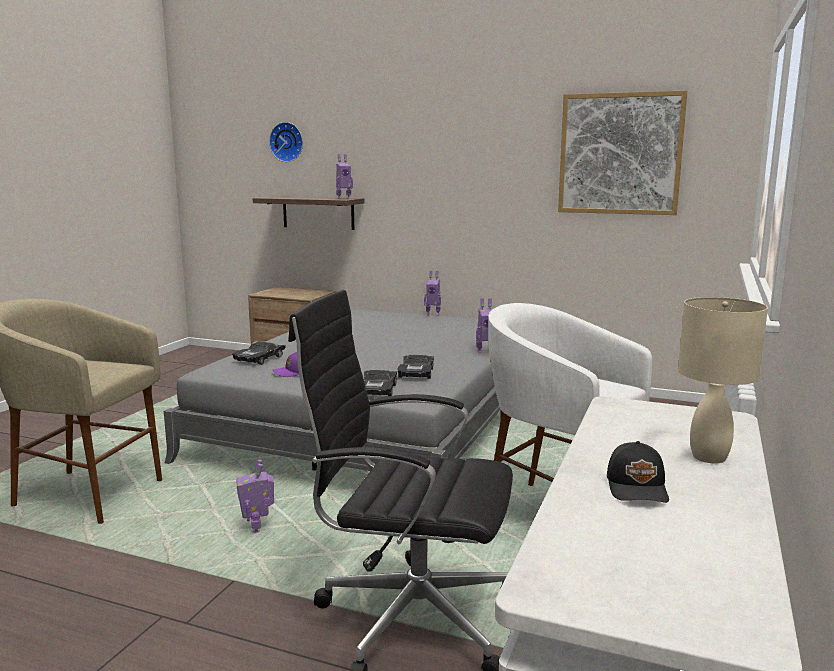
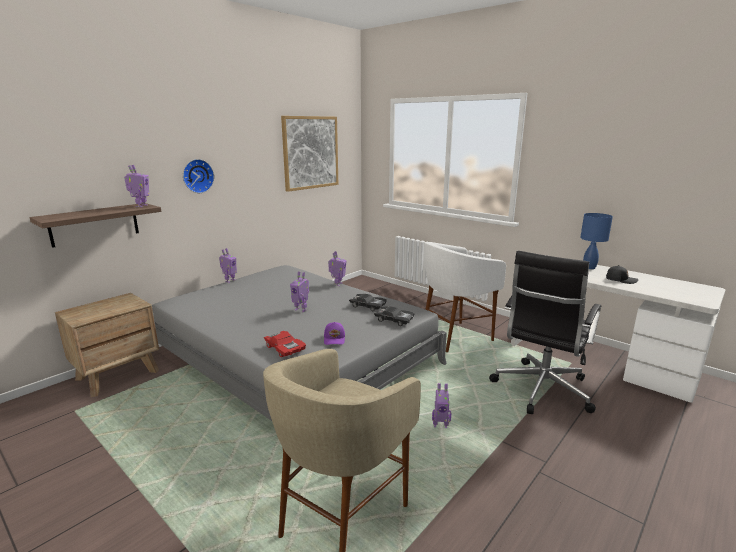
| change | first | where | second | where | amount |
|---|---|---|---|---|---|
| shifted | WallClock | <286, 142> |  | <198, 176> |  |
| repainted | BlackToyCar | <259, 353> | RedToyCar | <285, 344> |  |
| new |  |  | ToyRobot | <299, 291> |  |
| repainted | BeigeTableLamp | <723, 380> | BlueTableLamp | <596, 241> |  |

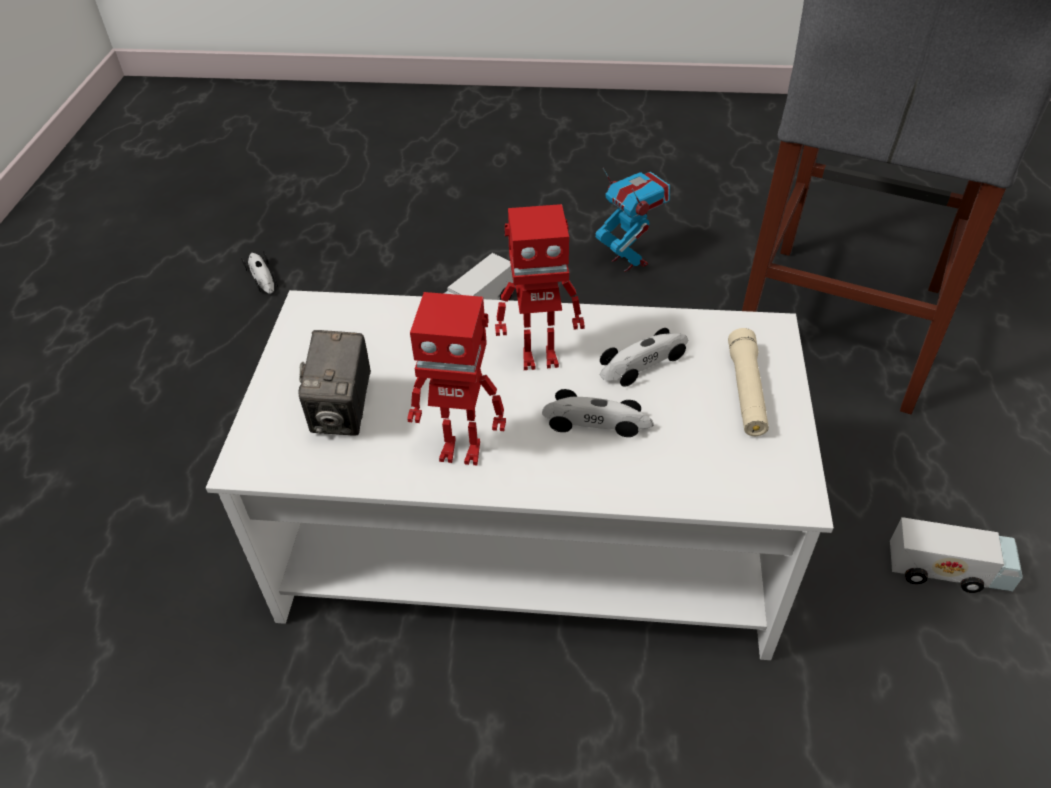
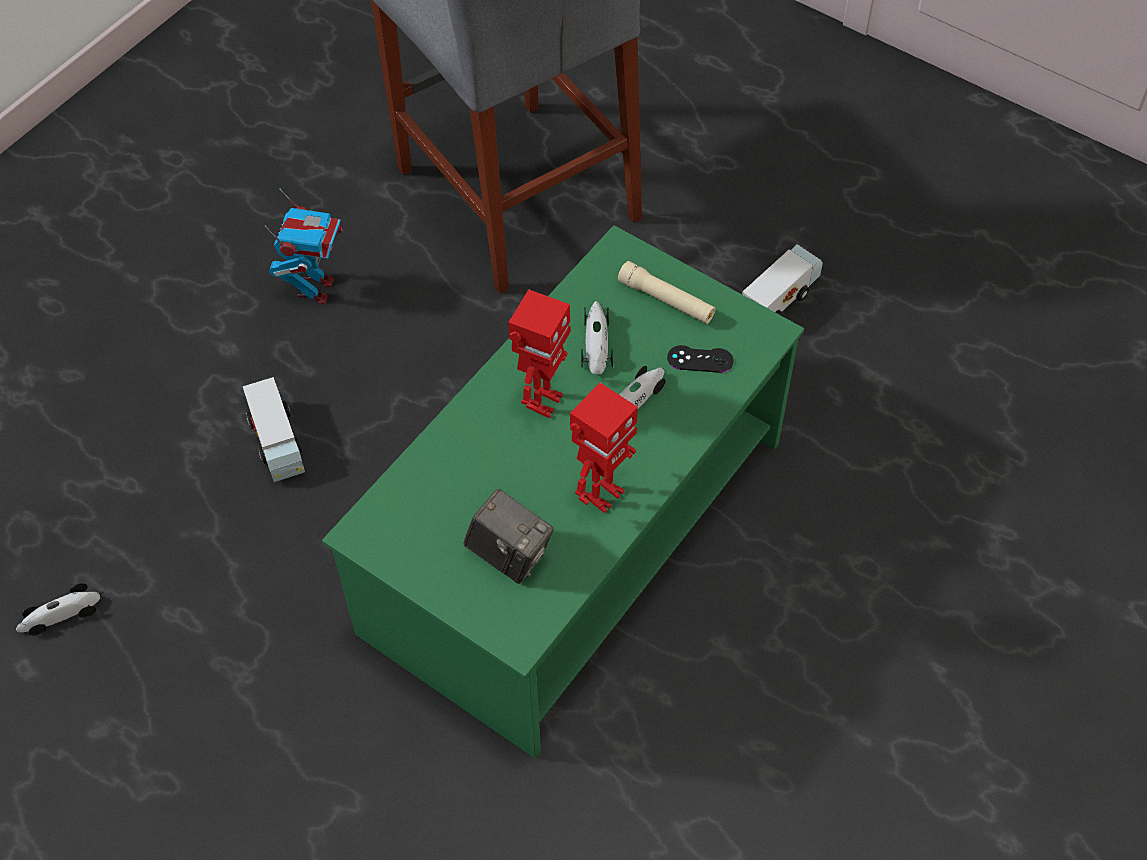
| change | first | where | second | where | amount |
|---|---|---|---|---|---|
| rotated | ToyCar | <259, 272> |  | <58, 609> | 150 degrees clockwise |
| rotated | ToyRobot | <632, 220> |  | <304, 246> | 105 degrees clockwise |
| repainted | WhiteCoffeeTable | <520, 475> | GreenCoffeeTable | <563, 491> |  |
| new |  |  | BlackGameController | <700, 359> |  |

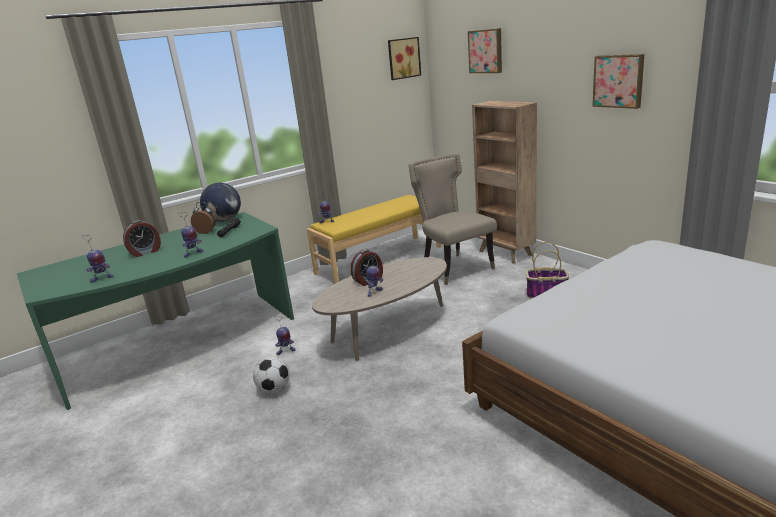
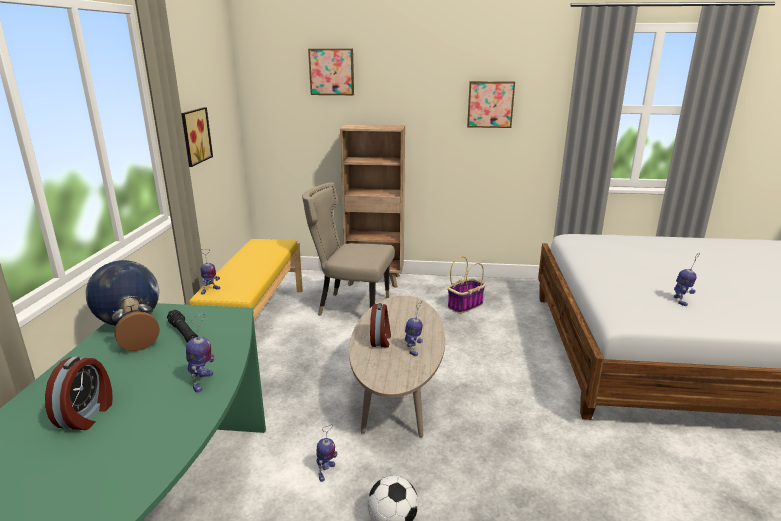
| change | first | where | second | where | amount |
|---|---|---|---|---|---|
| shifted | Picture | <404, 58> |  | <197, 137> |  |
| shifted | ToyRobot | <98, 259> |  | <687, 279> |  |

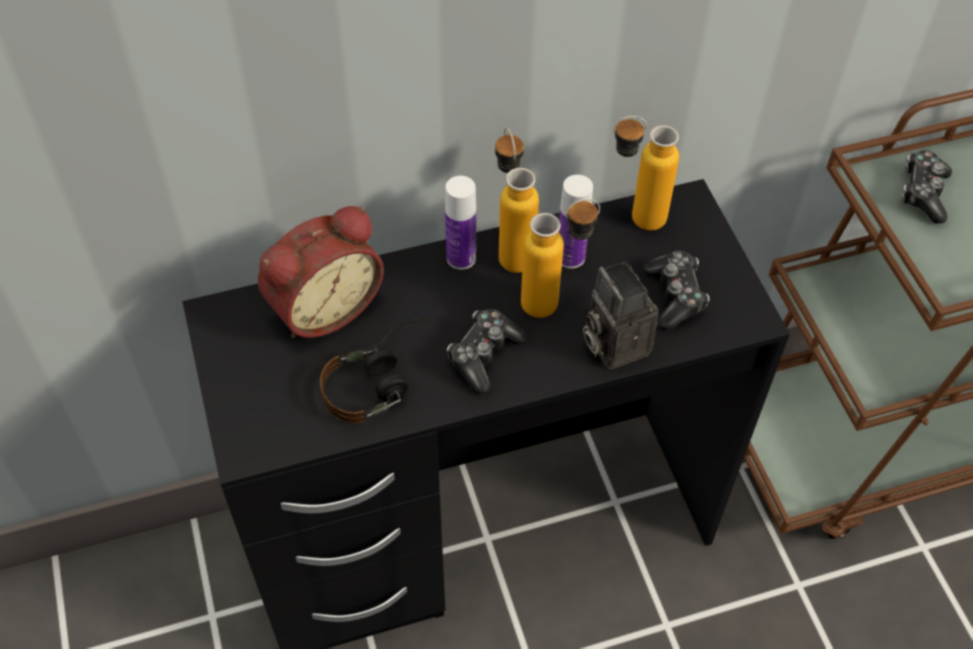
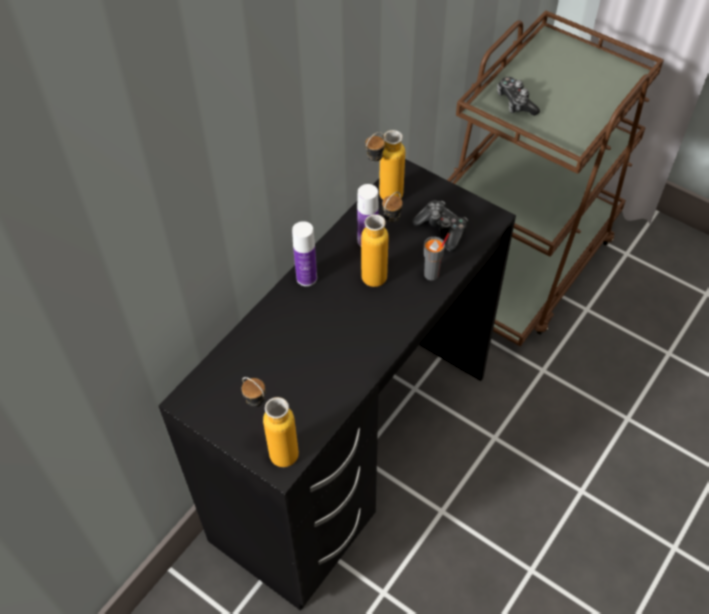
| change | first | where | second | where | amount |
|---|---|---|---|---|---|
| shifted | Bottle | <517, 200> |  | <270, 422> |  |
| swapped | PhotoCamera | <621, 315> | GreyCup | <436, 256> |  |
| gone | AlarmClock | <321, 272> |  |  |  |
| gone | Headphones | <375, 371> |  |  |  |
| gone | GameController | <487, 351> |  |  |  |

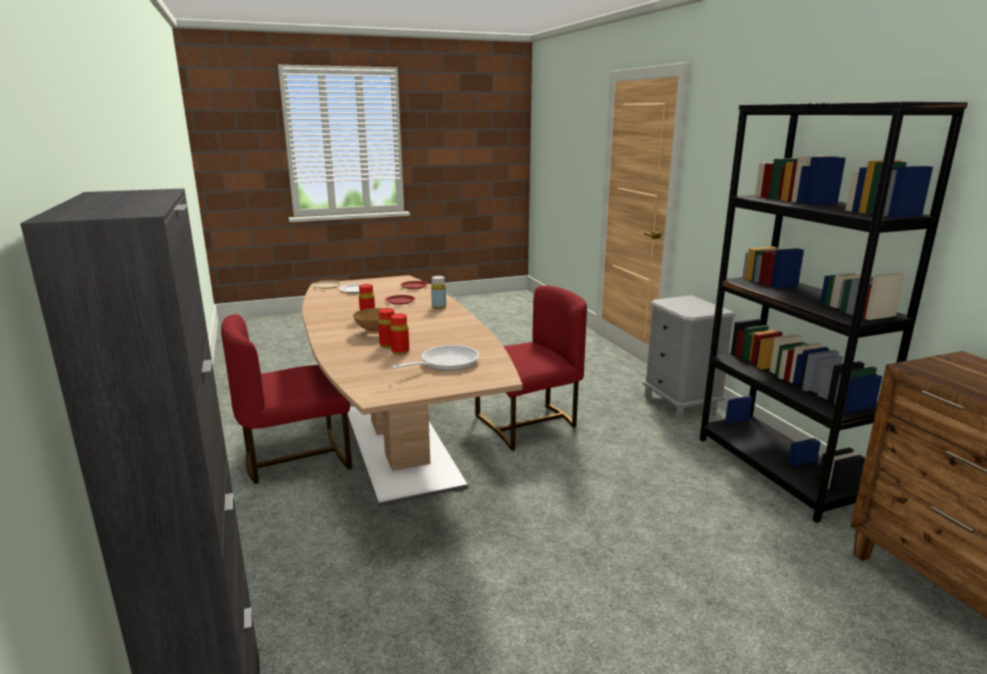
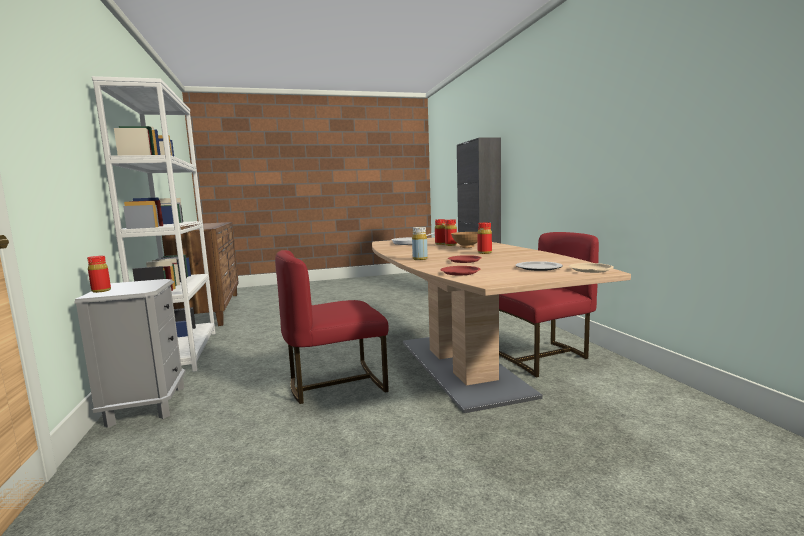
| change | first | where | second | where | amount |
|---|---|---|---|---|---|
| new |  |  | RedBottle | <99, 274> |  |
| repainted | BlackBookcase | <834, 312> | WhiteBookcase | <154, 224> |  |

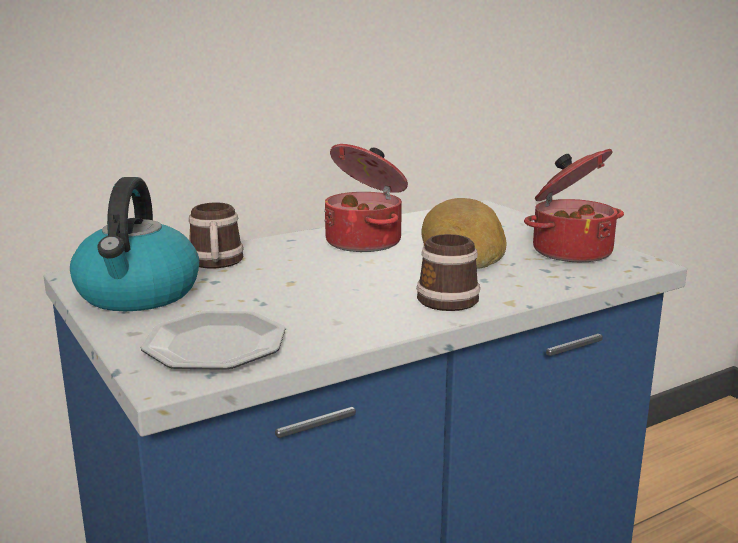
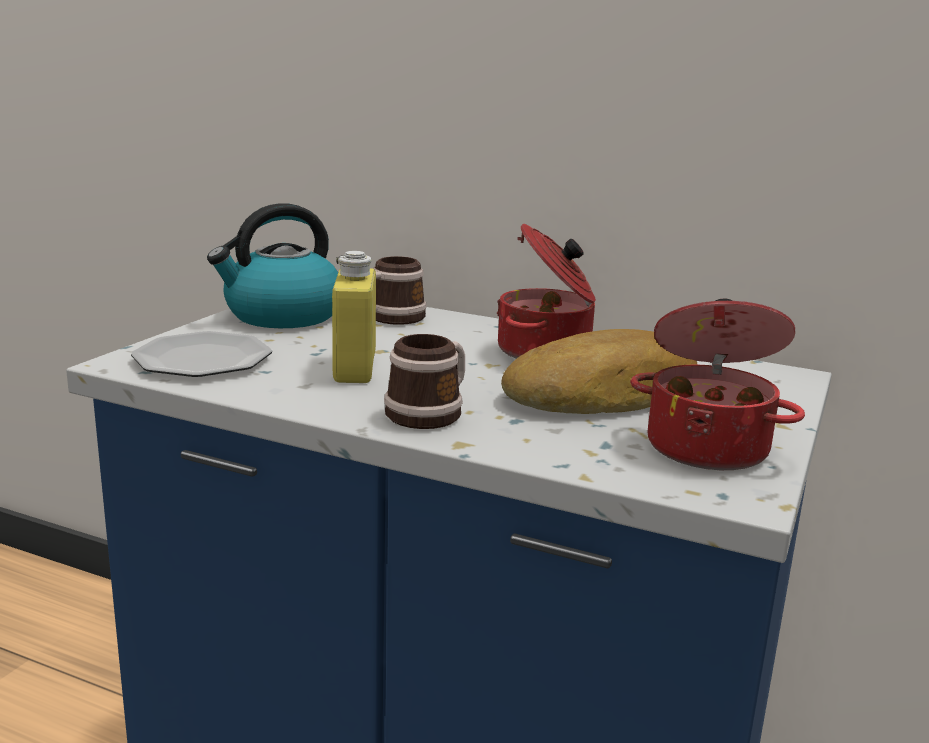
| change | first | where | second | where | amount |
|---|---|---|---|---|---|
| new |  |  | YellowBottle | <354, 317> |  |

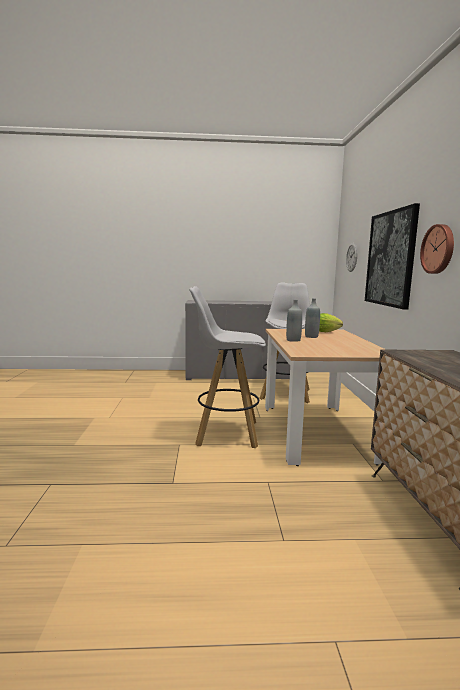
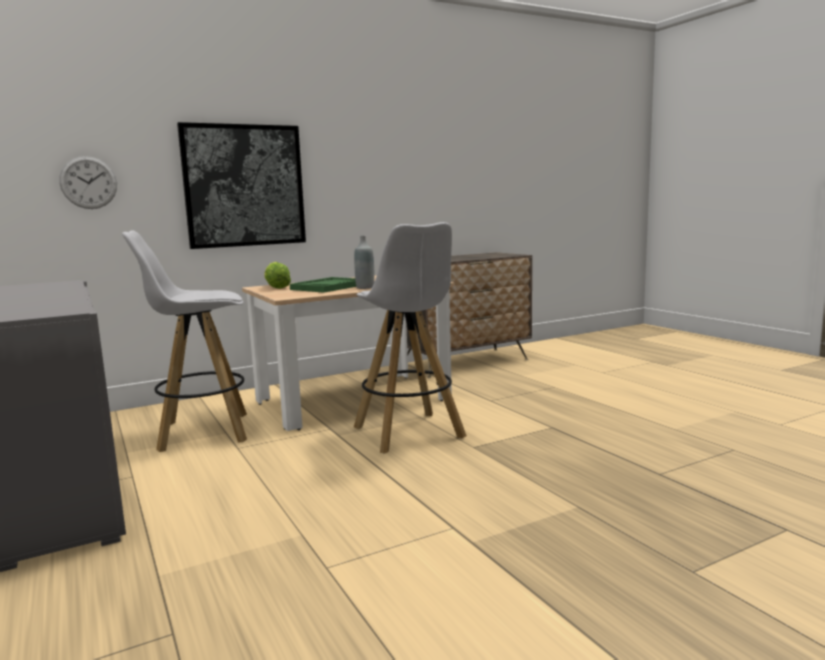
| change | first | where | second | where | amount |
|---|---|---|---|---|---|
| swapped | GreyBottle | <312, 318> | GreenTray | <323, 285> |  |
| gone | WallClock | <437, 249> |  |  |  |

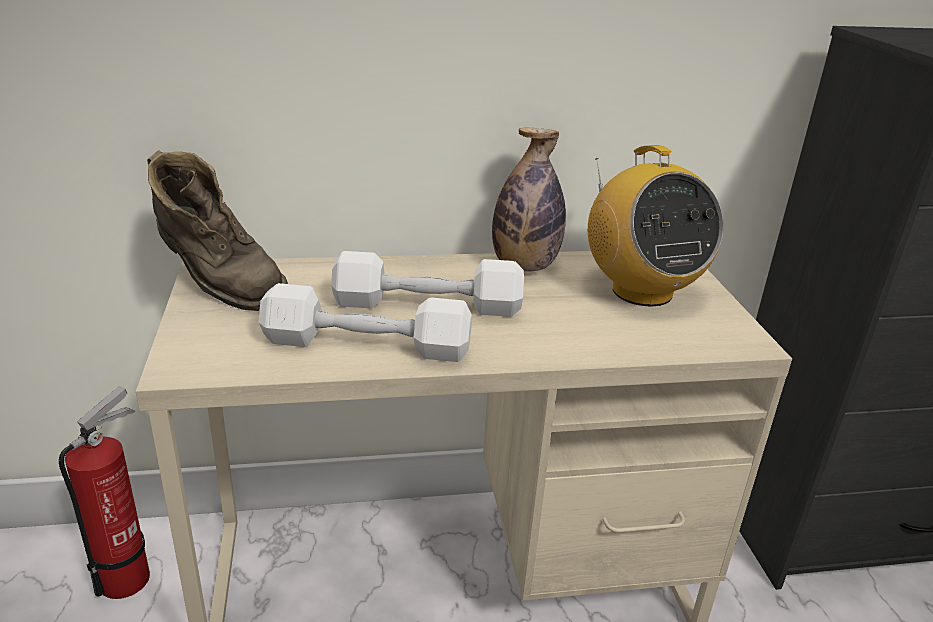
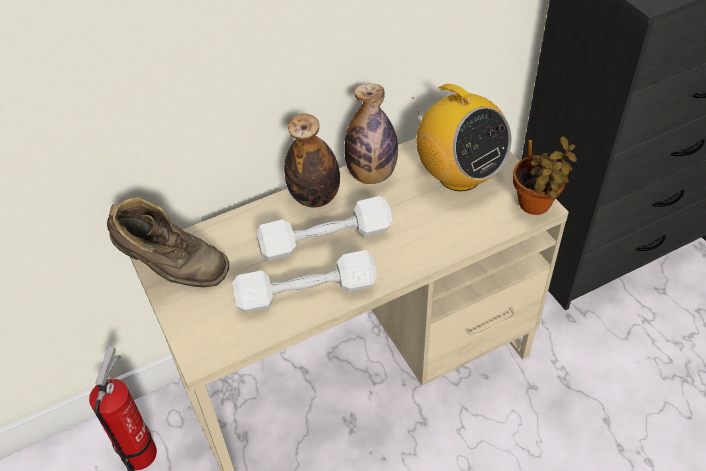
| change | first | where | second | where | amount |
|---|---|---|---|---|---|
| new |  |  | Bottle | <312, 160> |  |
| new |  |  | PottedPlant | <545, 175> |  |

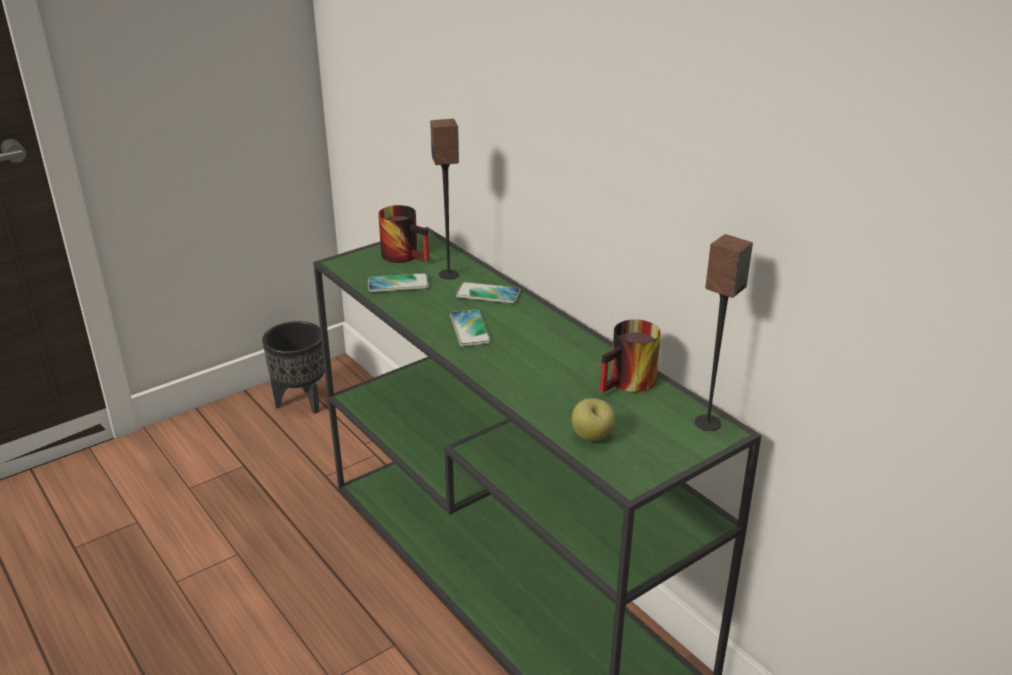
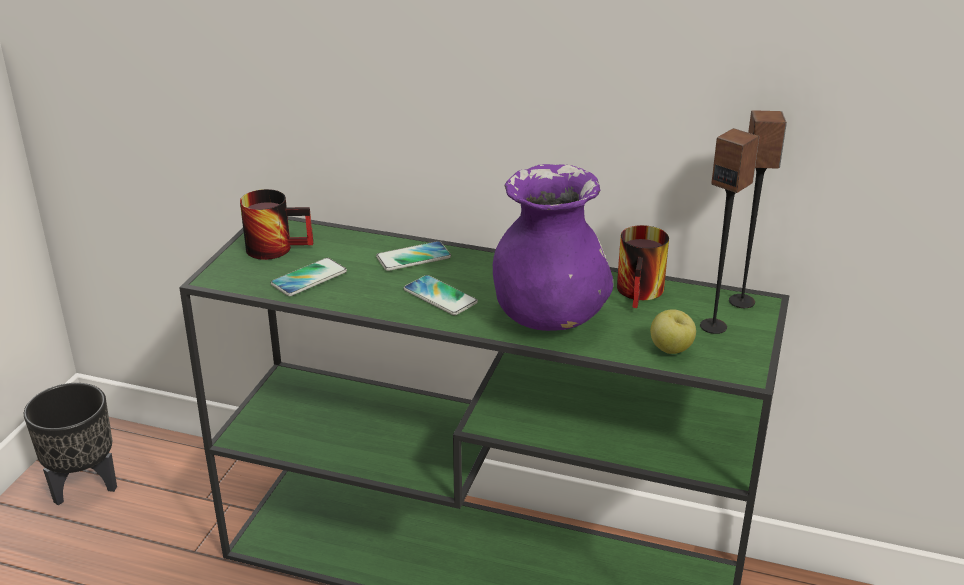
| change | first | where | second | where | amount |
|---|---|---|---|---|---|
| new |  |  | PurpleVase | <553, 247> |  |
| shifted | Speaker | <444, 199> |  | <729, 231> |  |

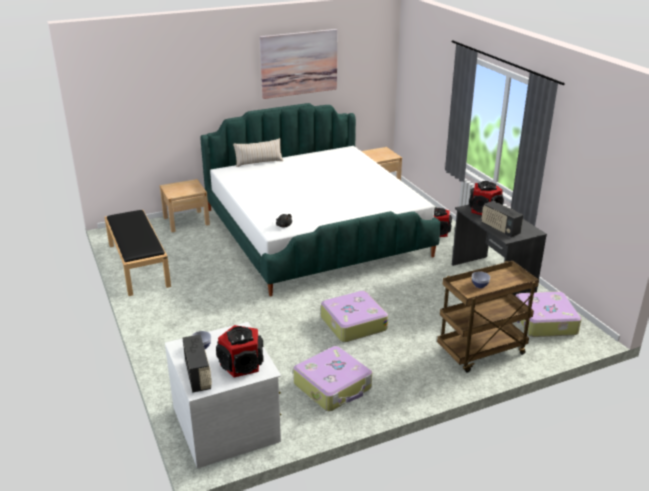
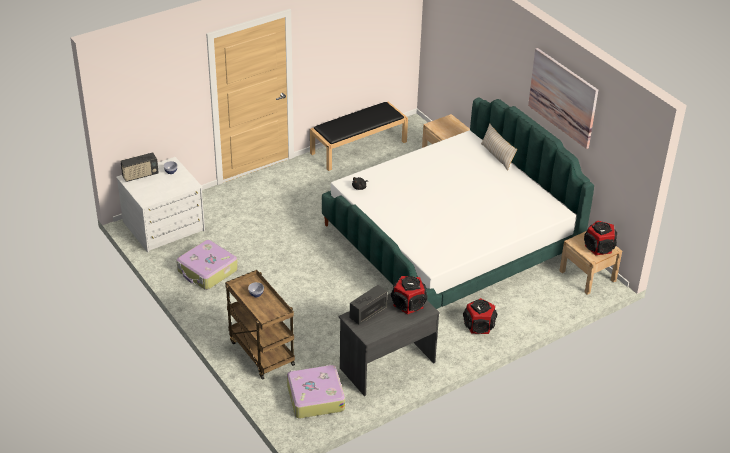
| change | first | where | second | where | amount |
|---|---|---|---|---|---|
| shifted | Speaker | <240, 351> |  | <600, 237> |  |
| gone | Suitcase | <354, 316> |  |  |  |

